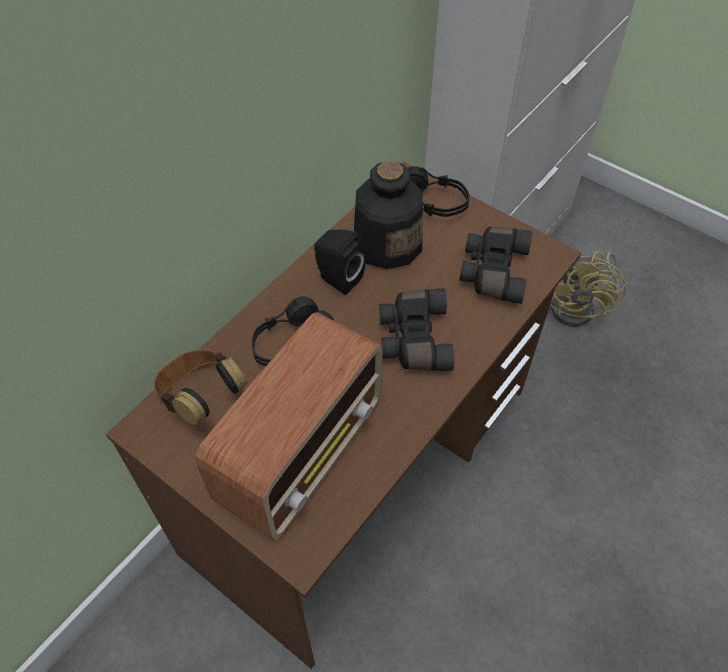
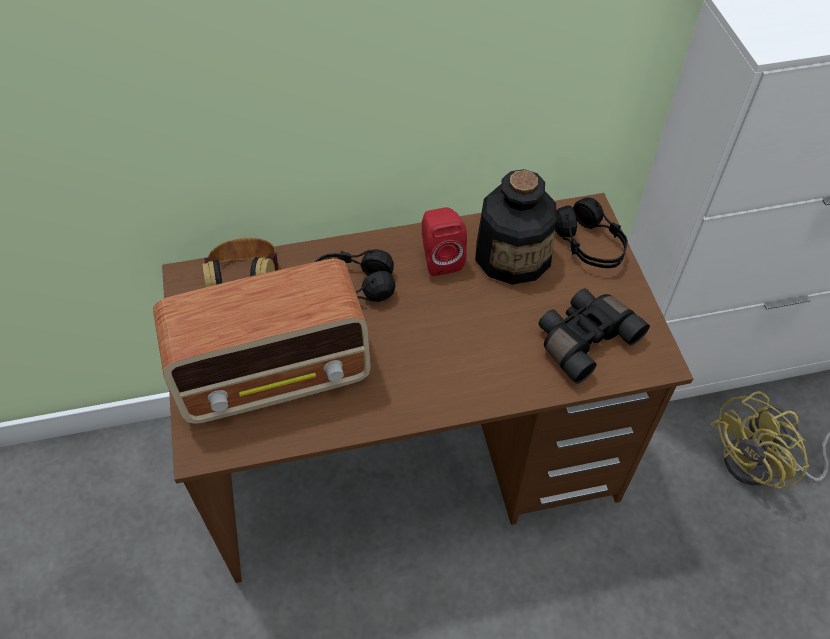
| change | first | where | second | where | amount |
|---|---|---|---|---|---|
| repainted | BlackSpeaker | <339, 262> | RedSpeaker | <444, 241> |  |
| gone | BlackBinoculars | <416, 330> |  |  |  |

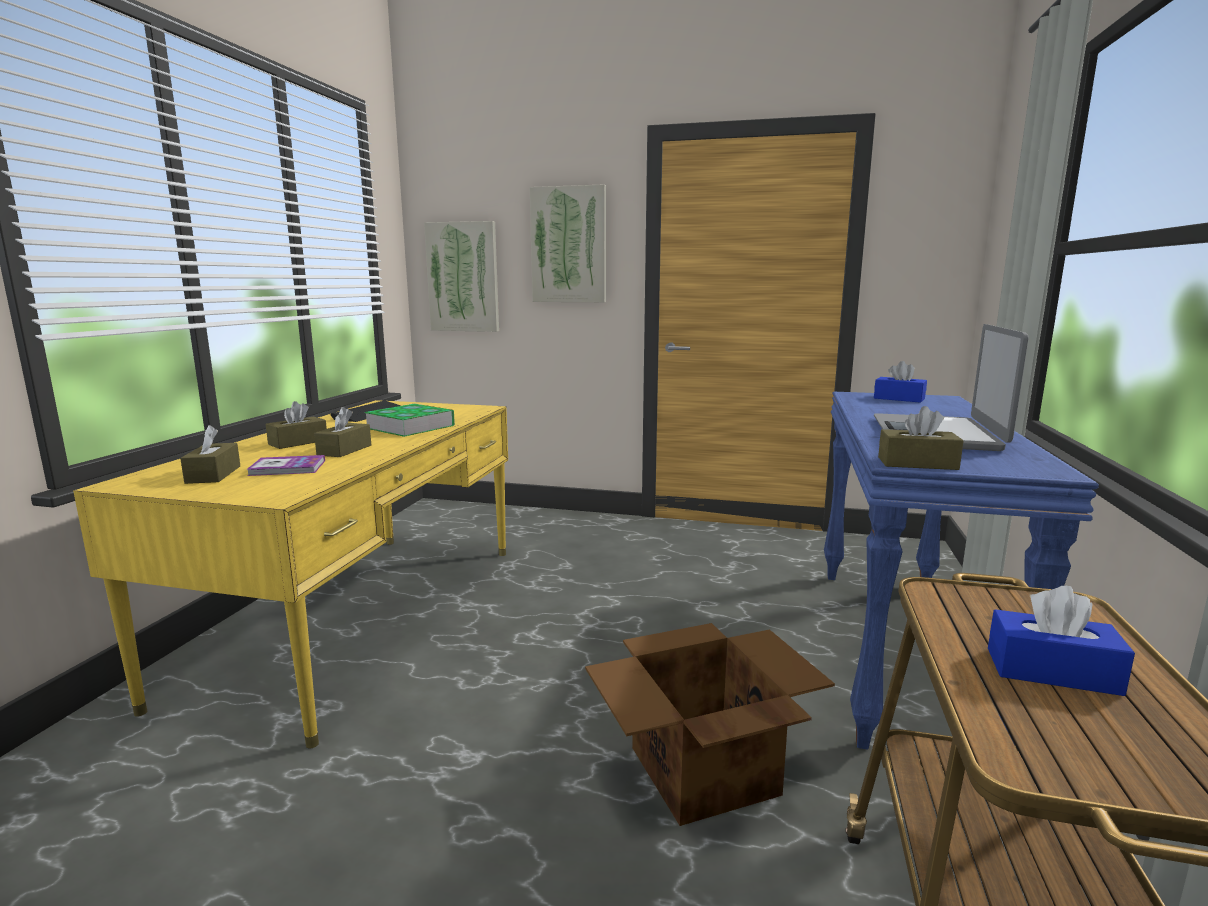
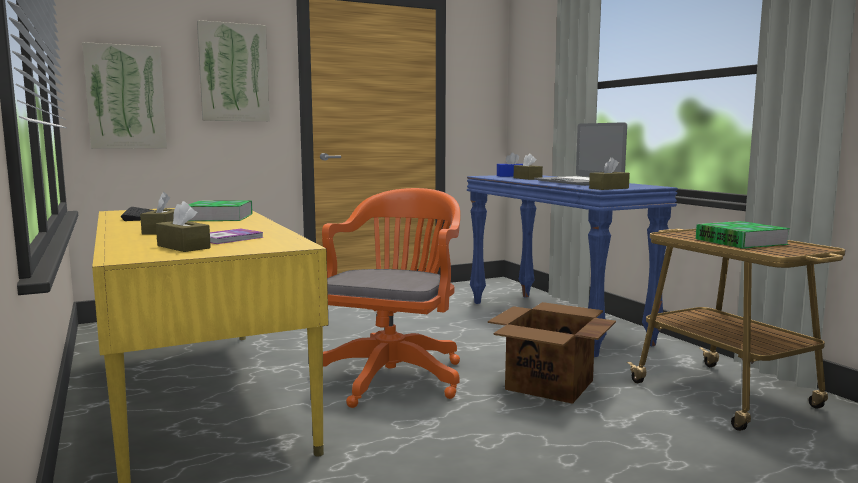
| change | first | where | second | where | amount |
|---|---|---|---|---|---|
| new |  |  | OrangeOfficeChair | <391, 298> |  |
| shifted | BrownTissueBox | <342, 432> |  | <528, 166> |  |
| swapped | BlueTissueBox | <1061, 641> | Book | <743, 235> |  |

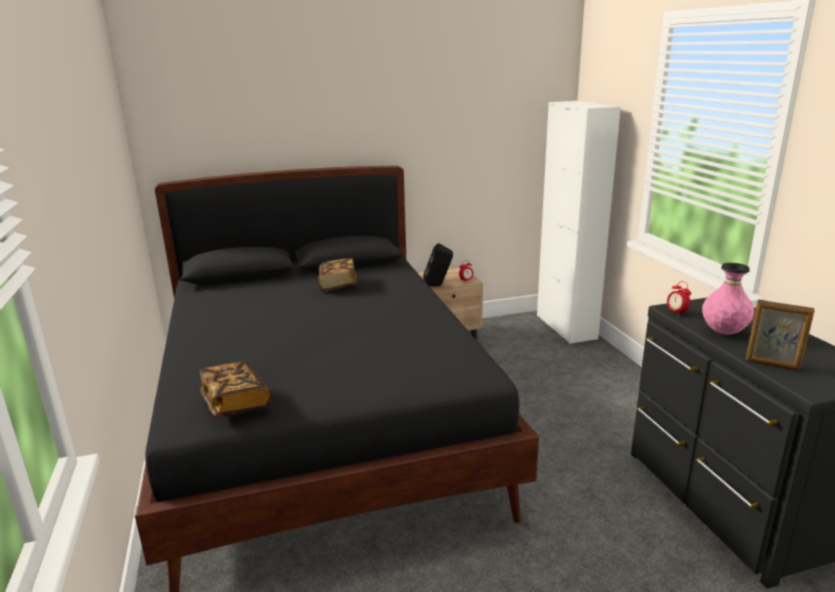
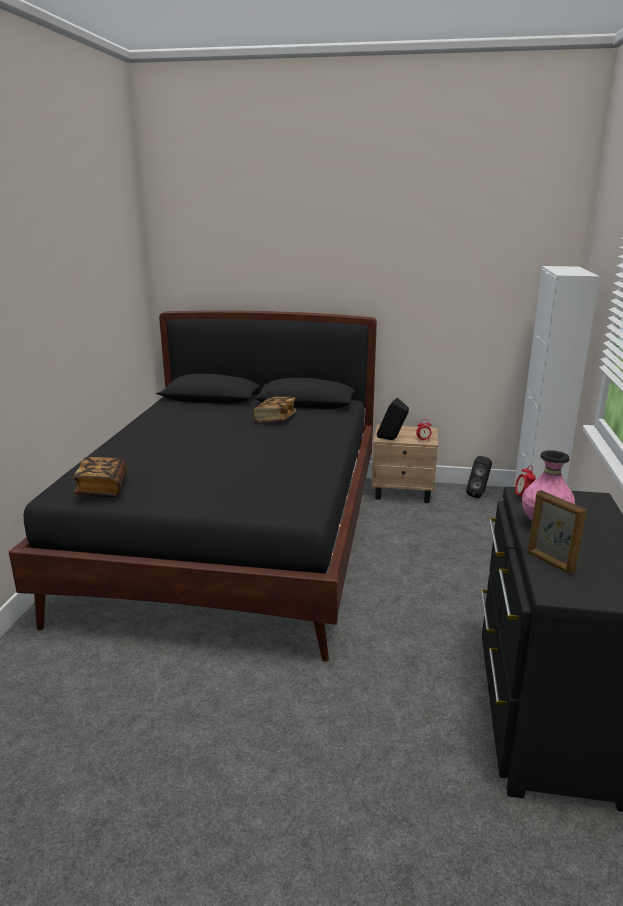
| change | first | where | second | where | amount |
|---|---|---|---|---|---|
| new |  |  | BlackSpeaker | <479, 477> |  |

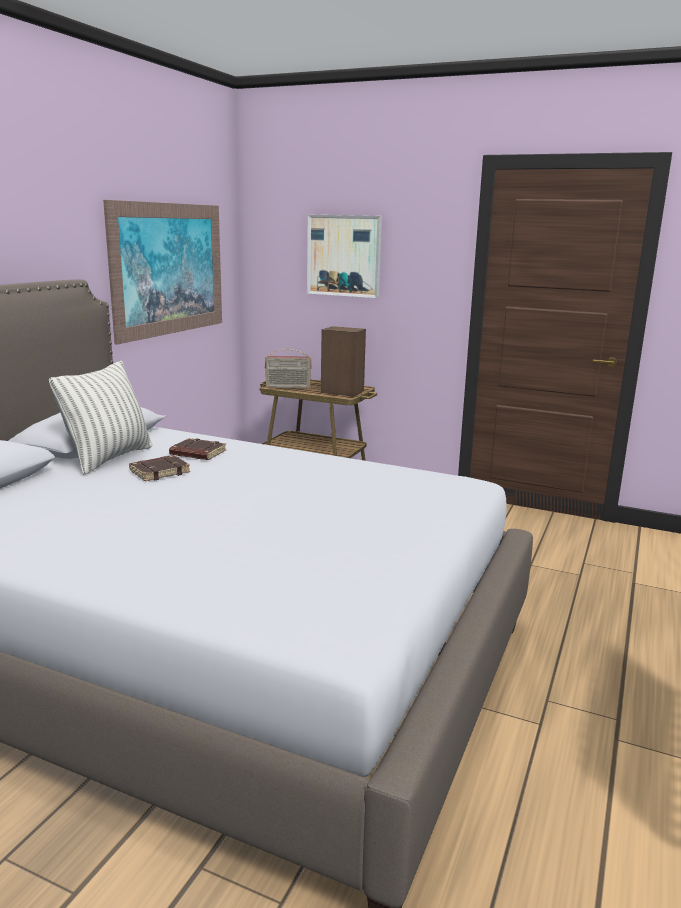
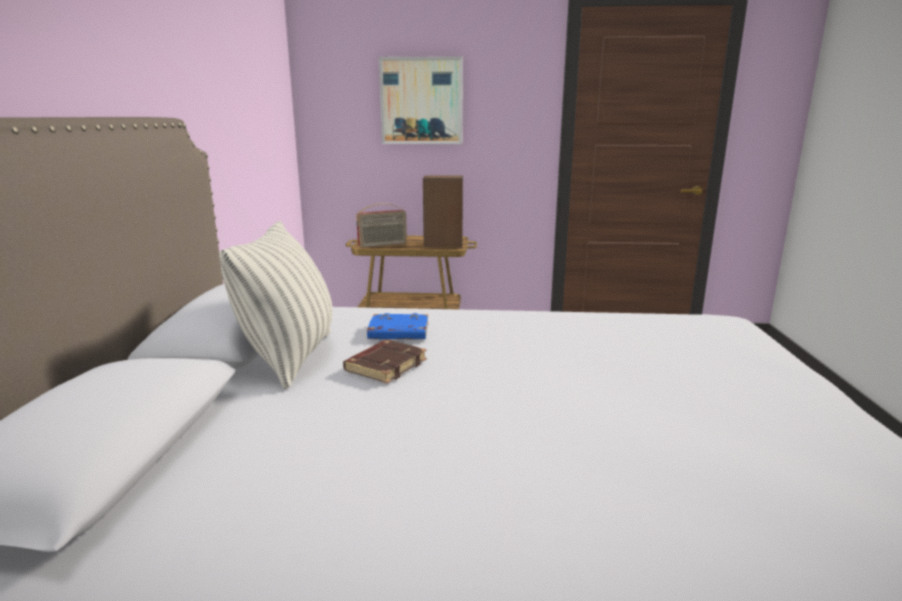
| change | first | where | second | where | amount |
|---|---|---|---|---|---|
| repainted | BrownBook | <197, 449> | BlueBook | <397, 326> |  |
| gone | Picture | <162, 272> |  |  |  |

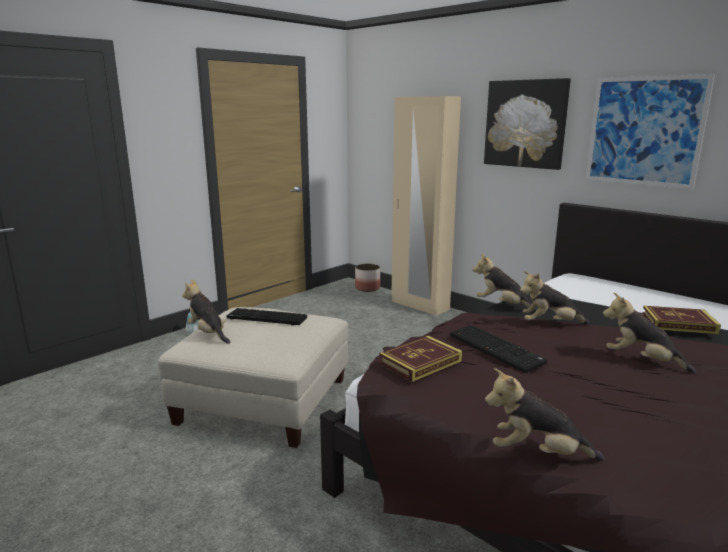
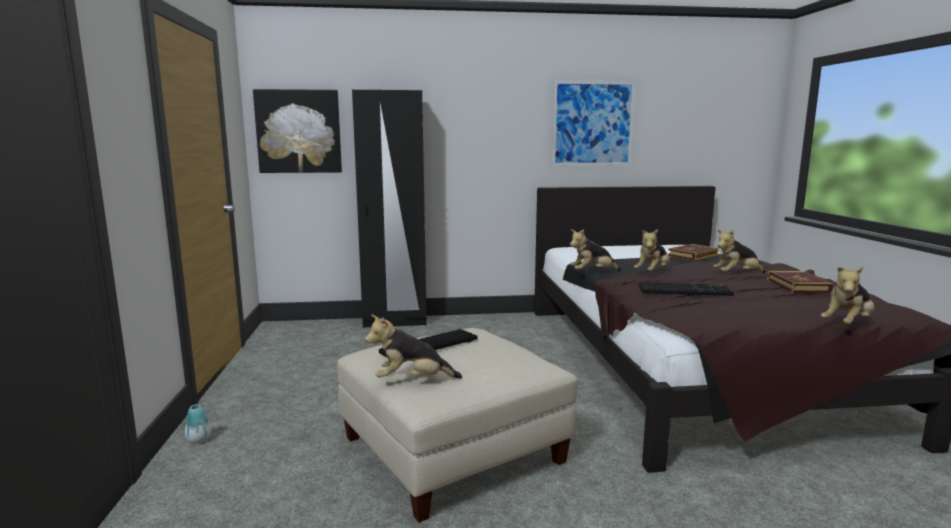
| change | first | where | second | where | amount |
|---|---|---|---|---|---|
| shifted | Picture | <527, 124> |  | <297, 131> |  |
| repainted | BeigeWardrobe | <426, 206> | BlackWardrobe | <389, 209> |  |
| shifted | Book | <420, 359> |  | <800, 282> |  |
| gone | Planter | <367, 278> |  |  |  |

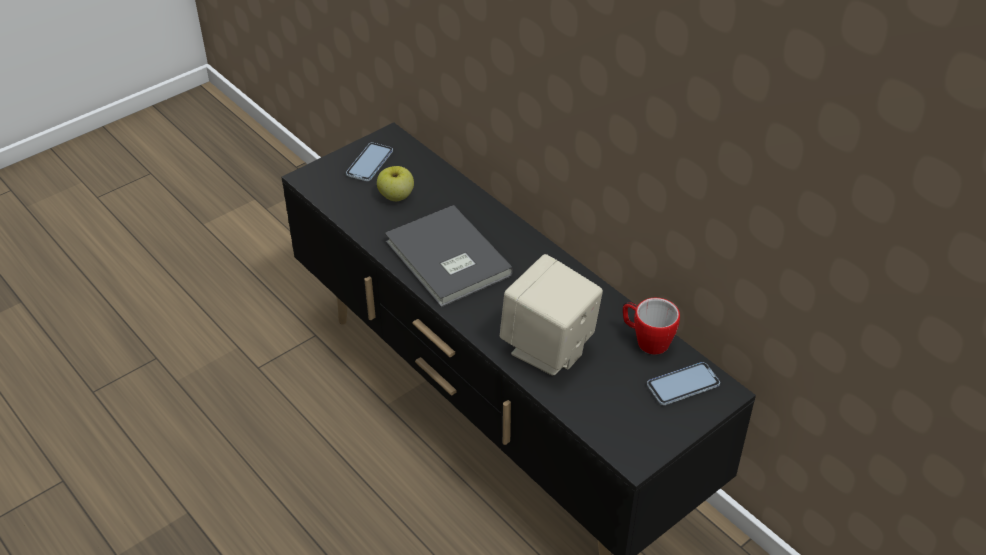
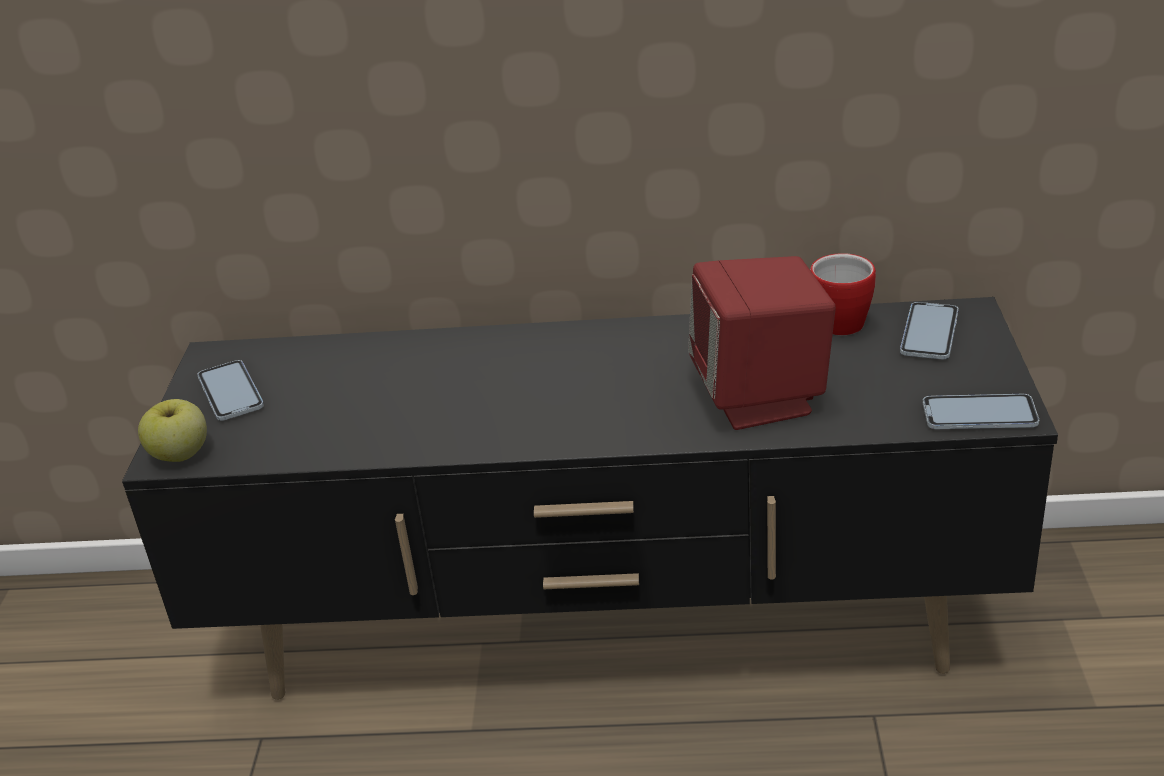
| change | first | where | second | where | amount |
|---|---|---|---|---|---|
| shifted | Apple | <395, 183> |  | <172, 430> |  |
| repainted | BeigeSpeaker | <551, 314> | RedSpeaker | <762, 343> |  |
| new |  |  | Phone | <981, 411> |  |
| gone | GreyBook | <449, 256> |  |  |  |

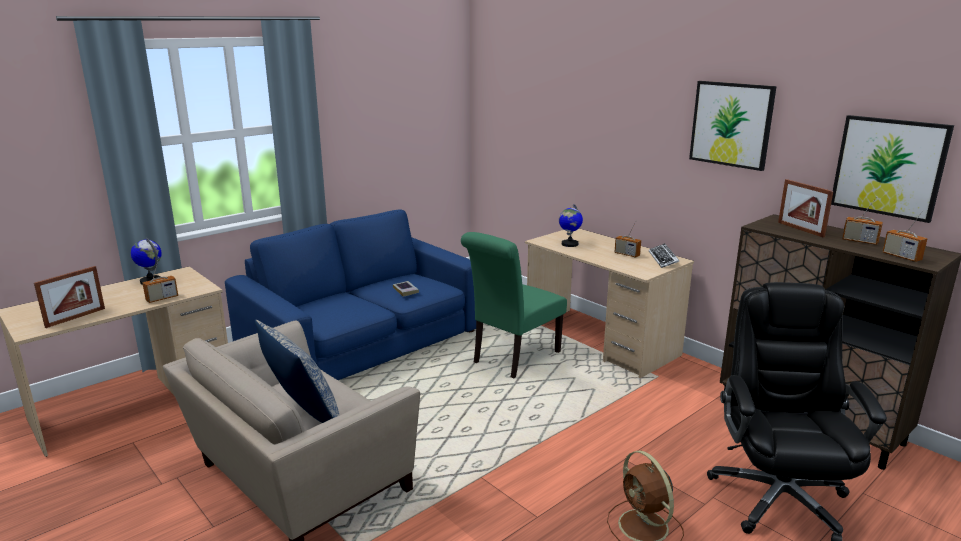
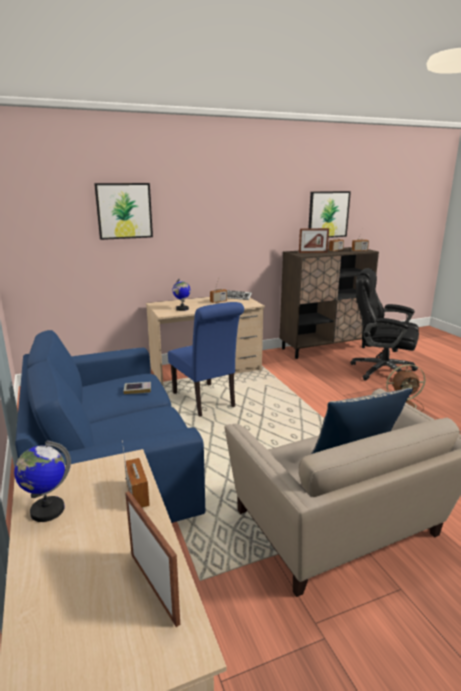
| change | first | where | second | where | amount |
|---|---|---|---|---|---|
| shifted | Picture | <733, 126> |  | <123, 211> |  |
| repainted | GreenChair | <514, 305> | BlueChair | <206, 359> |  |

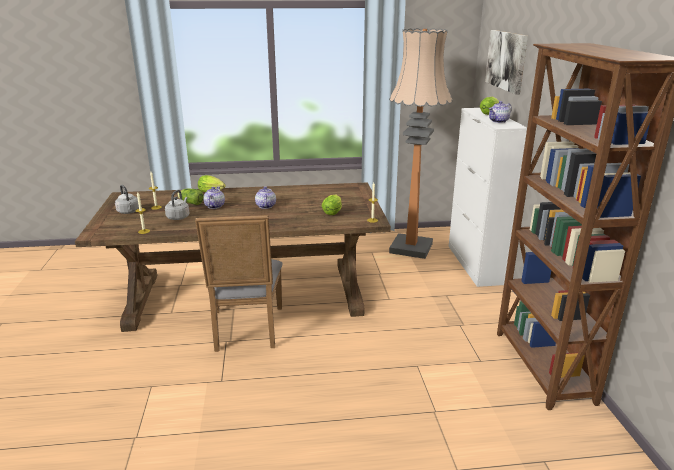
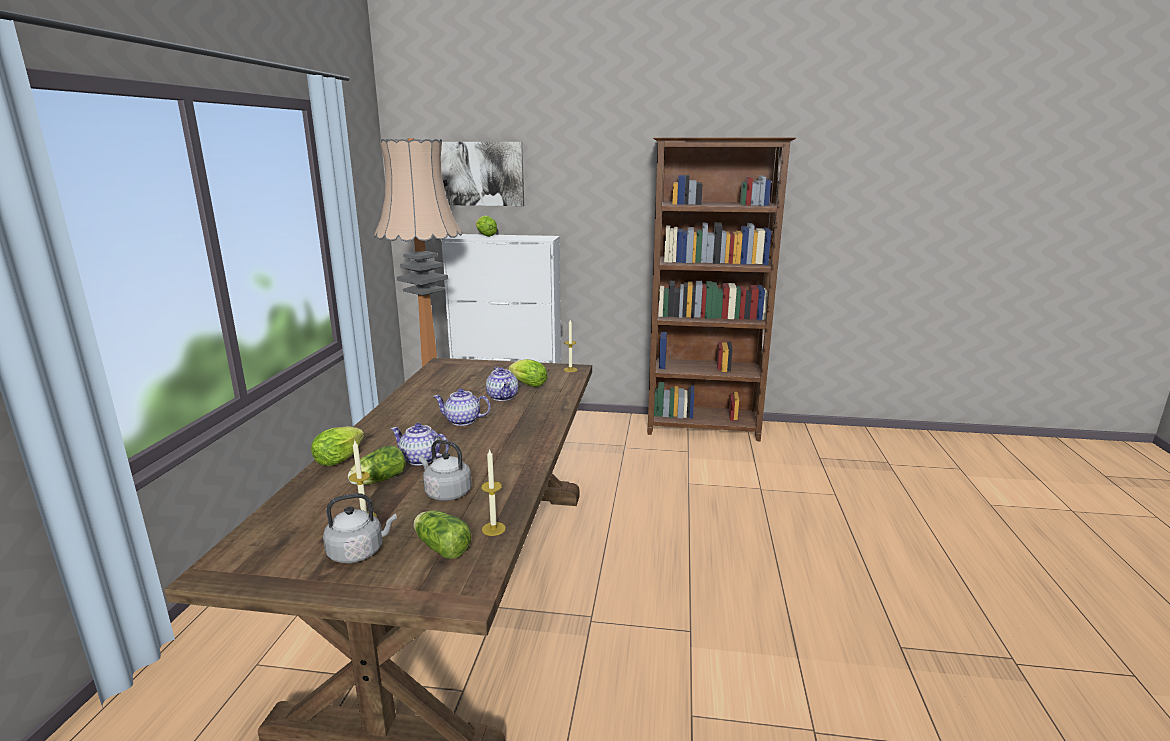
| change | first | where | second | where | amount |
|---|---|---|---|---|---|
| new |  |  | Lettuce | <442, 534> |  |
| shifted | Teapot | <500, 112> |  | <502, 384> |  |
| gone | GreyChair | <238, 283> |  |  |  |

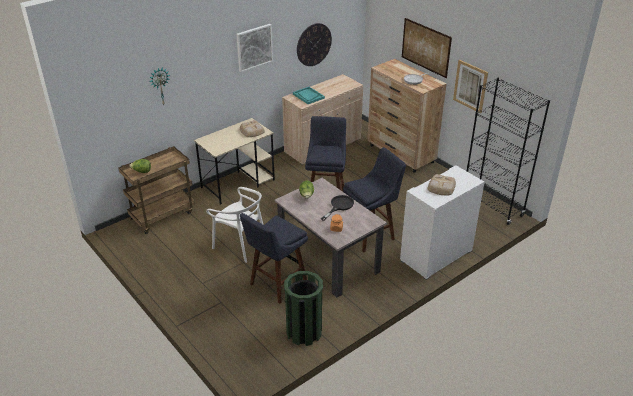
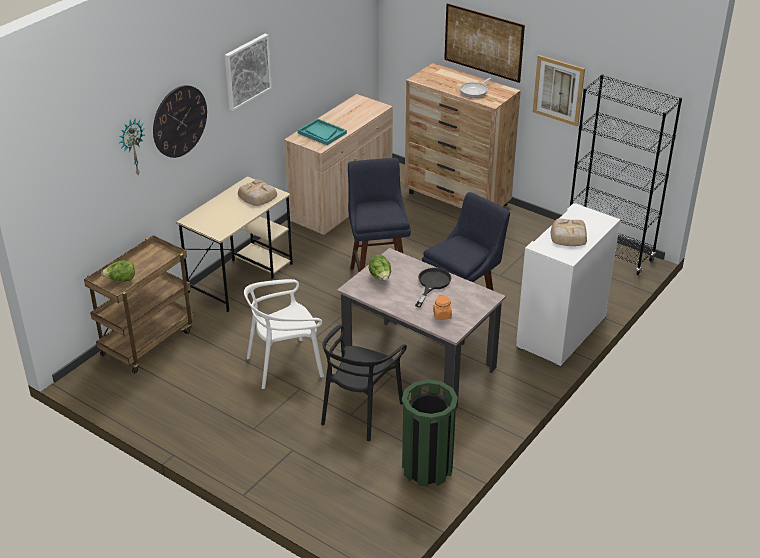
| change | first | where | second | where | amount |
|---|---|---|---|---|---|
| shifted | WallClock | <314, 44> |  | <180, 121> |  |
| rotated | WhiteChair | <235, 225> |  | <284, 334> | 135 degrees clockwise |
| swapped | BlueStool | <274, 258> | BlackChair | <364, 383> |  |

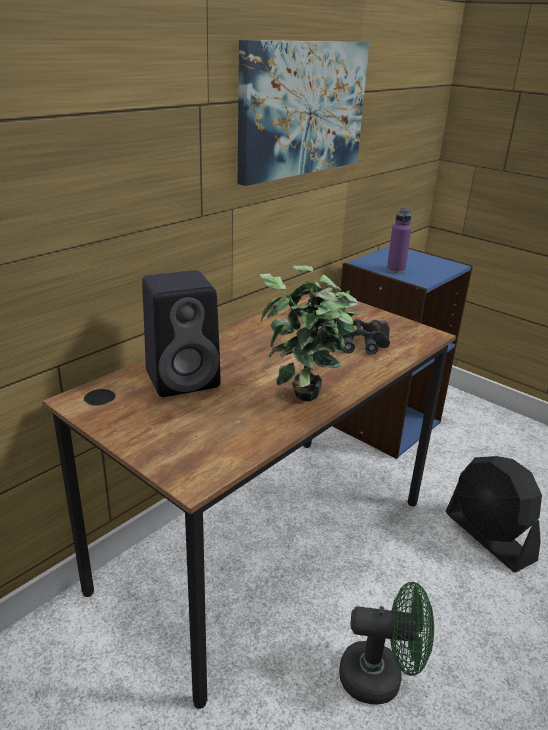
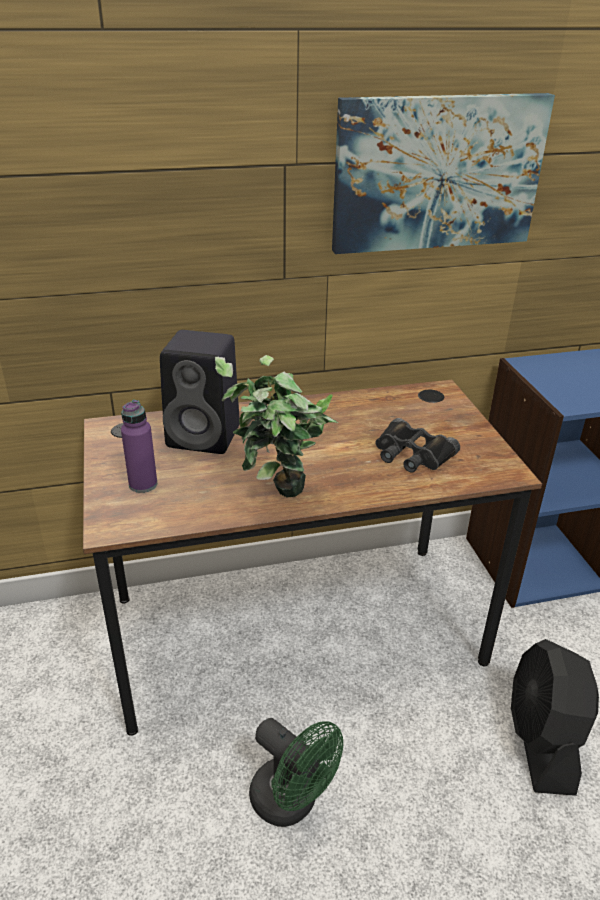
| change | first | where | second | where | amount |
|---|---|---|---|---|---|
| shifted | PurpleBottle | <399, 240> |  | <139, 446> |  |

